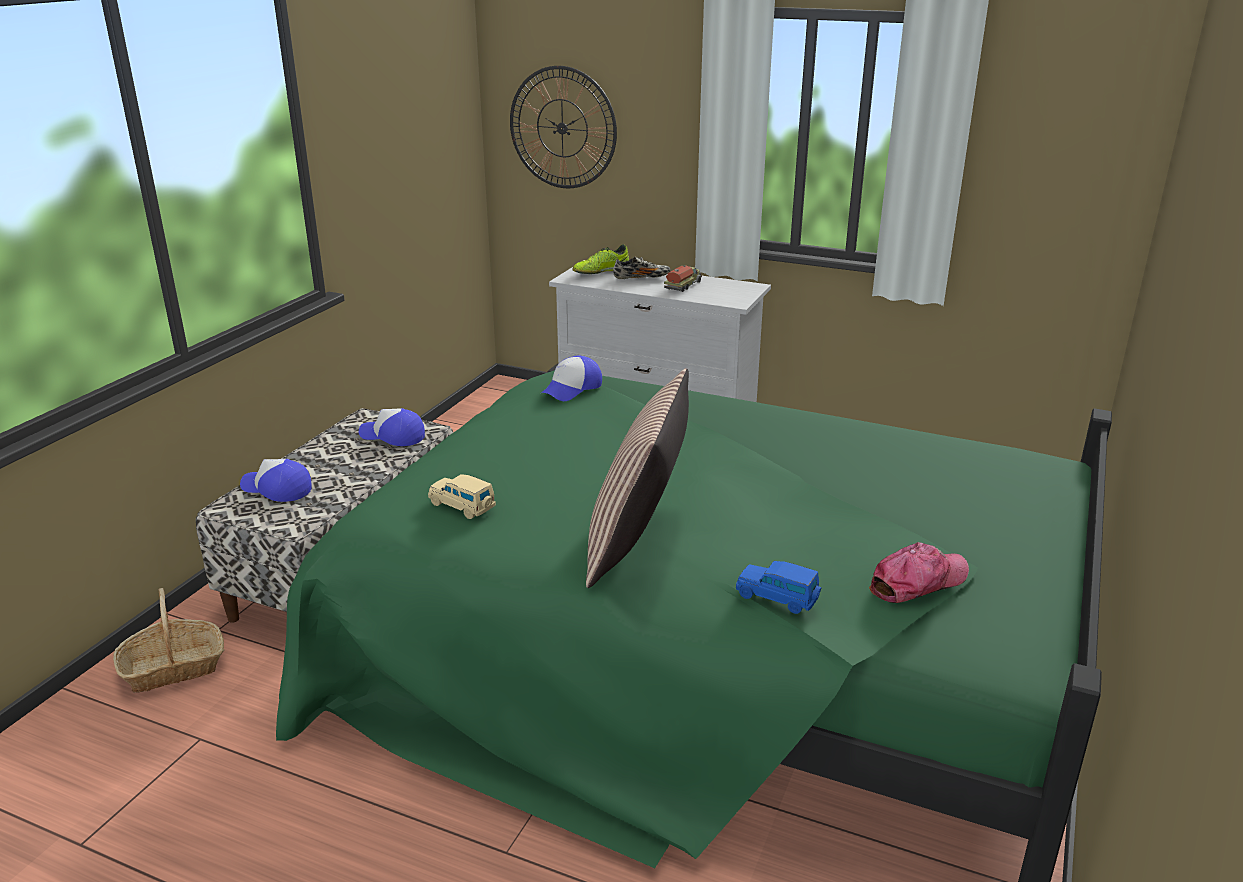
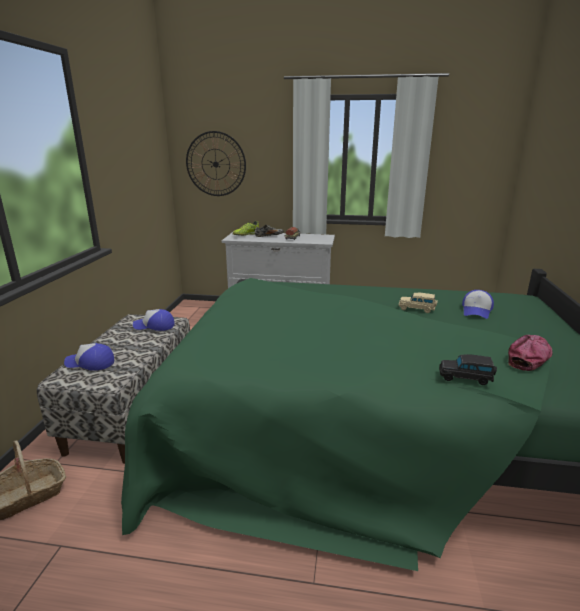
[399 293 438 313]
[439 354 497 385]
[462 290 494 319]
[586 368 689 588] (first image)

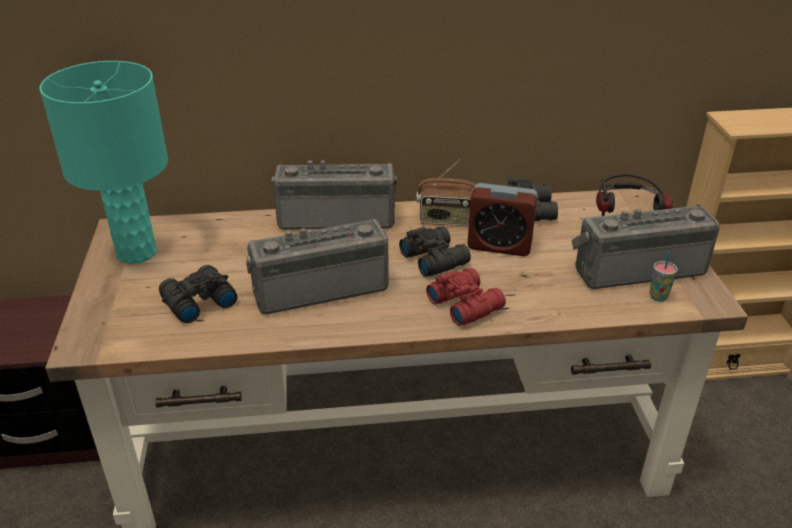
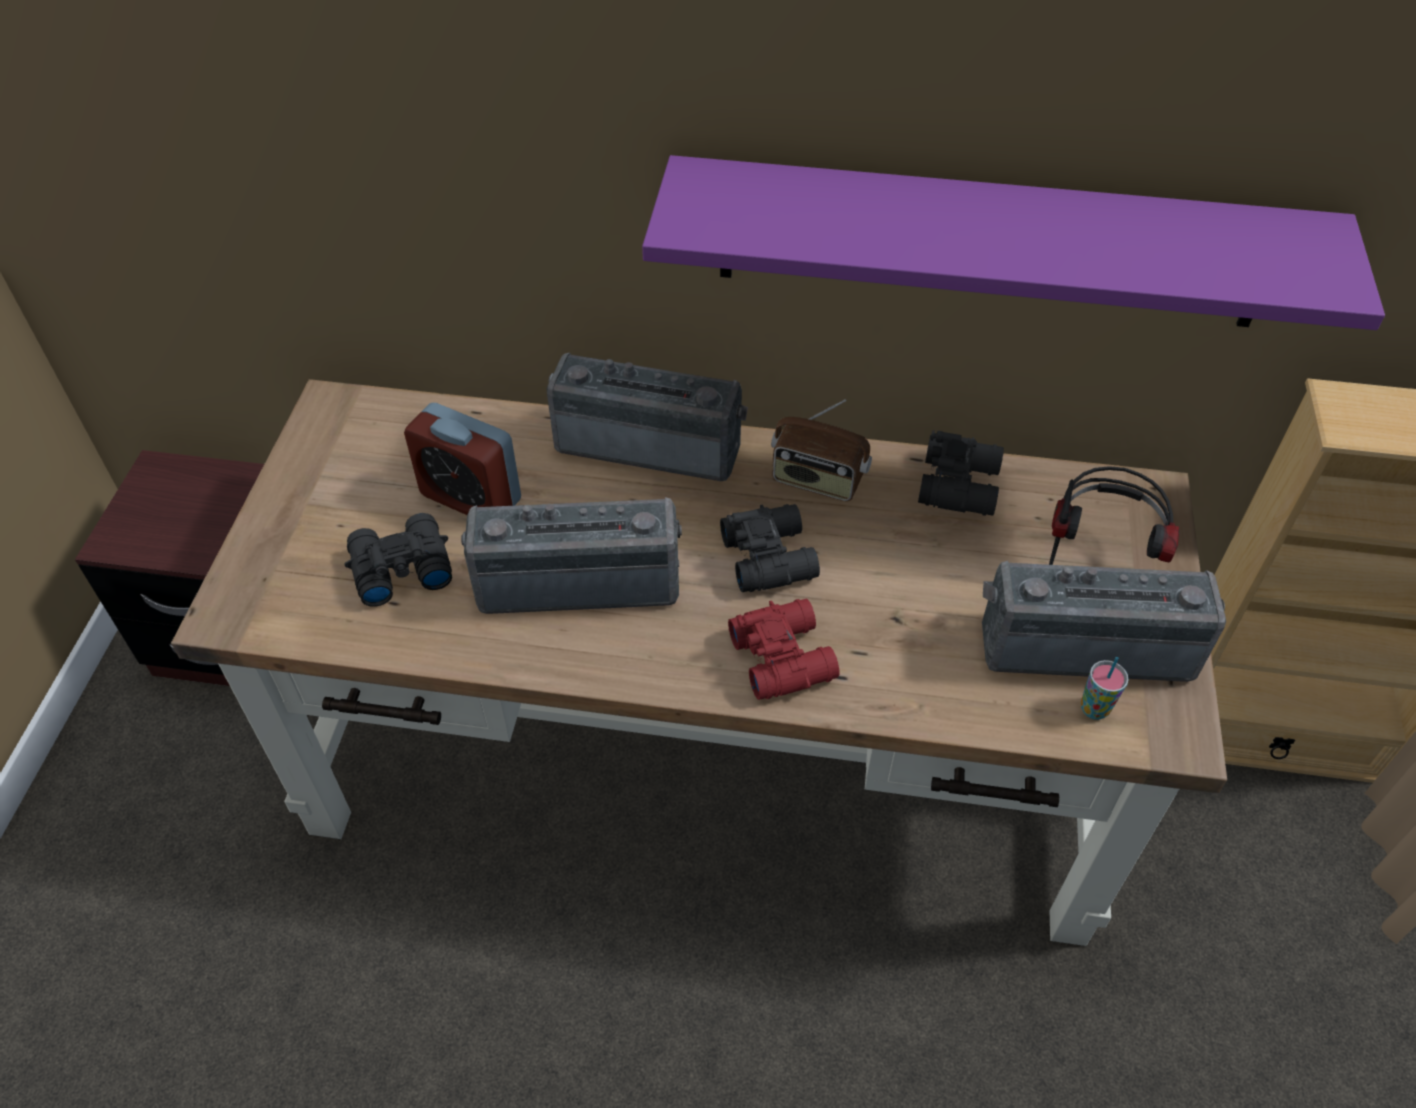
[404 403 521 515]
[642 155 1385 330]
[40 61 168 264] (first image)

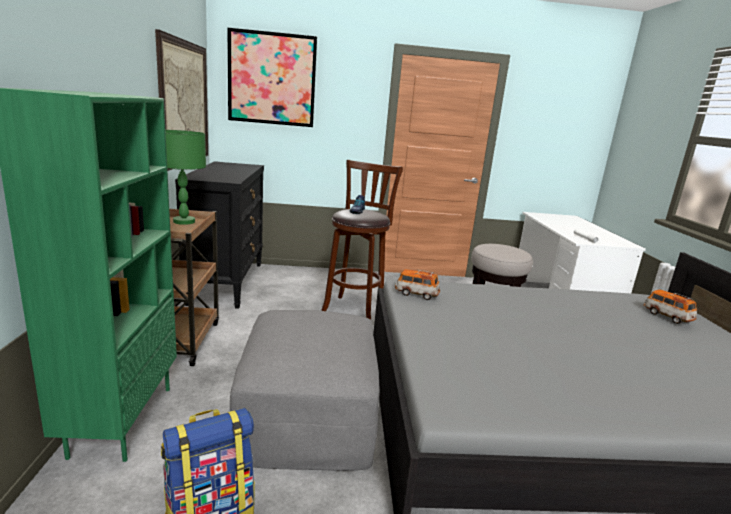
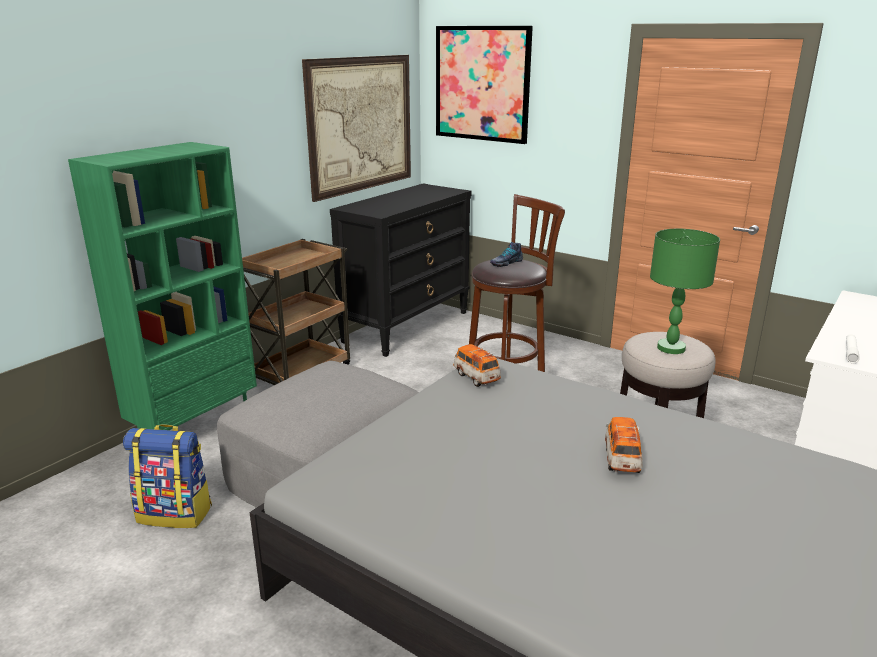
[605 417 643 473]
[650 229 720 354]

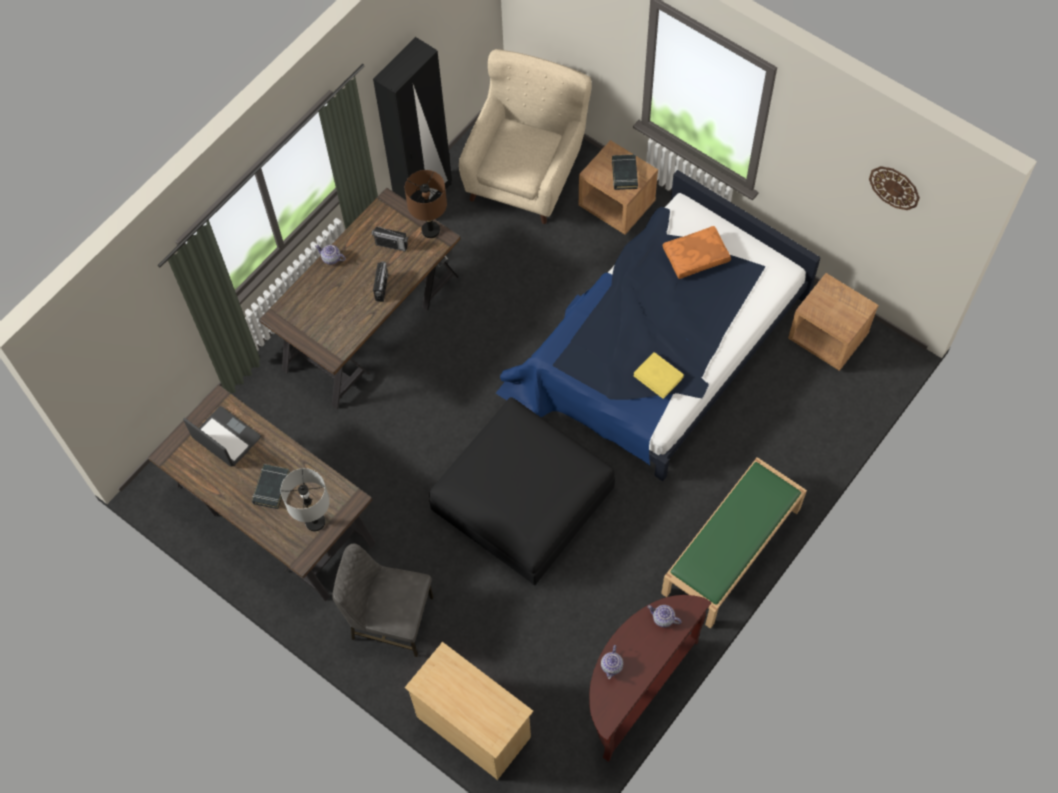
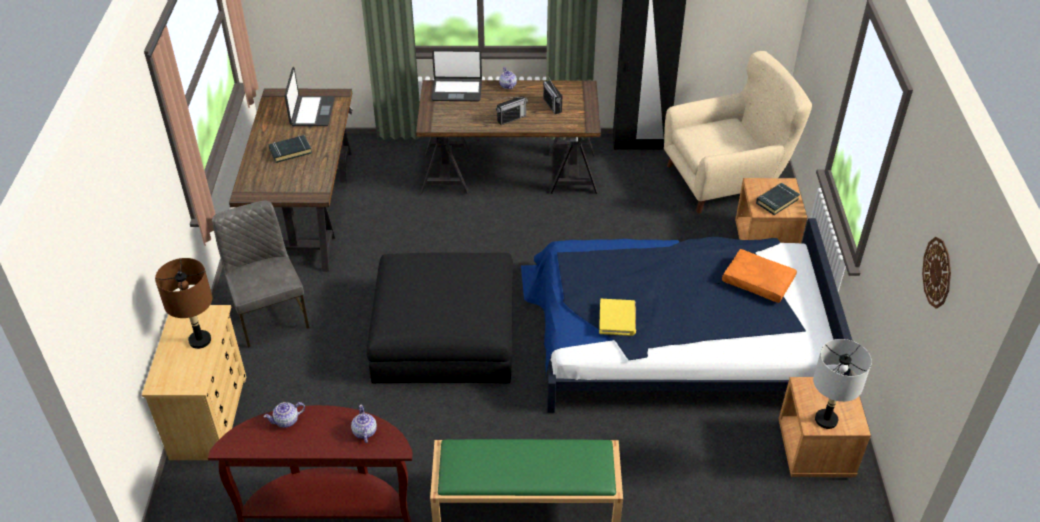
[155 258 212 349]
[431 49 482 101]
[813 339 872 429]

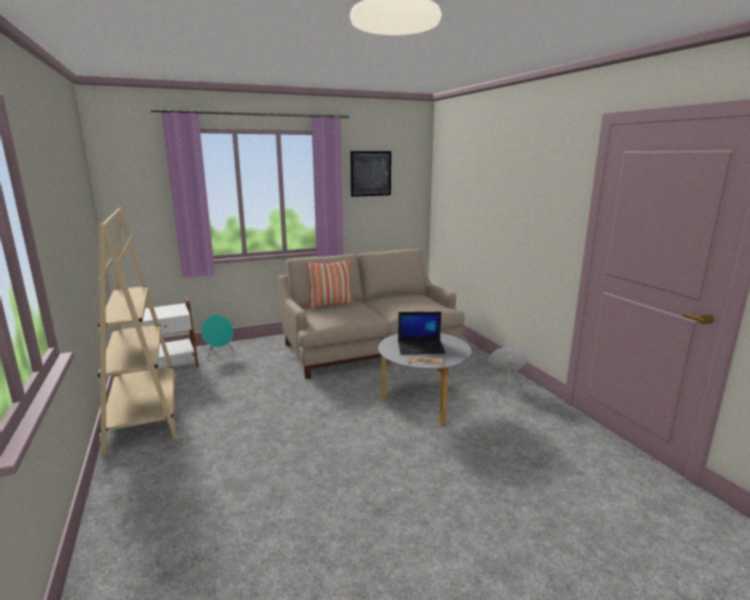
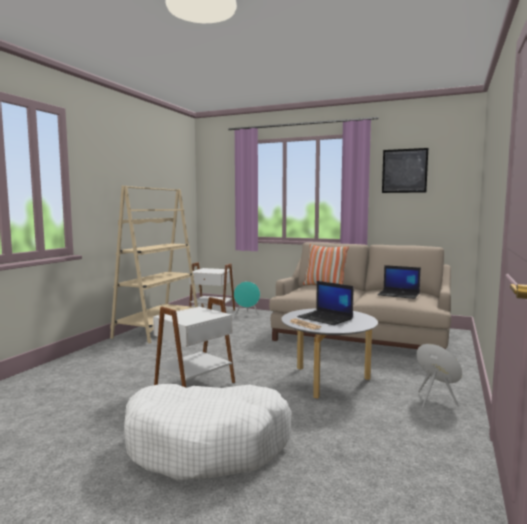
[124 384 292 480]
[153 297 235 387]
[377 265 421 299]

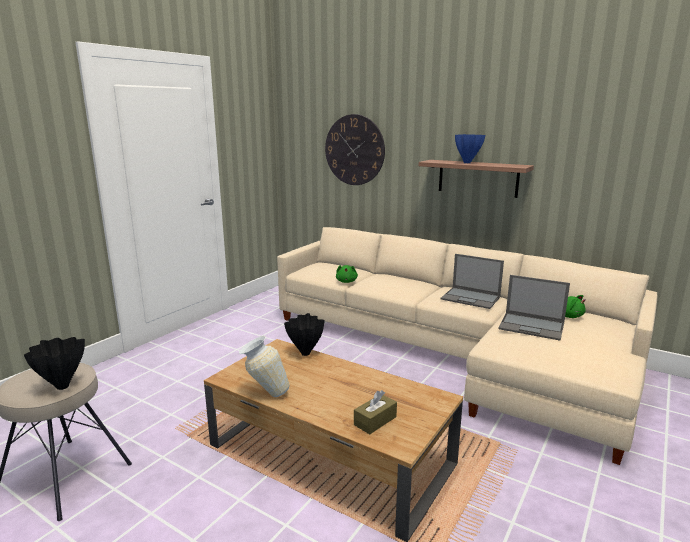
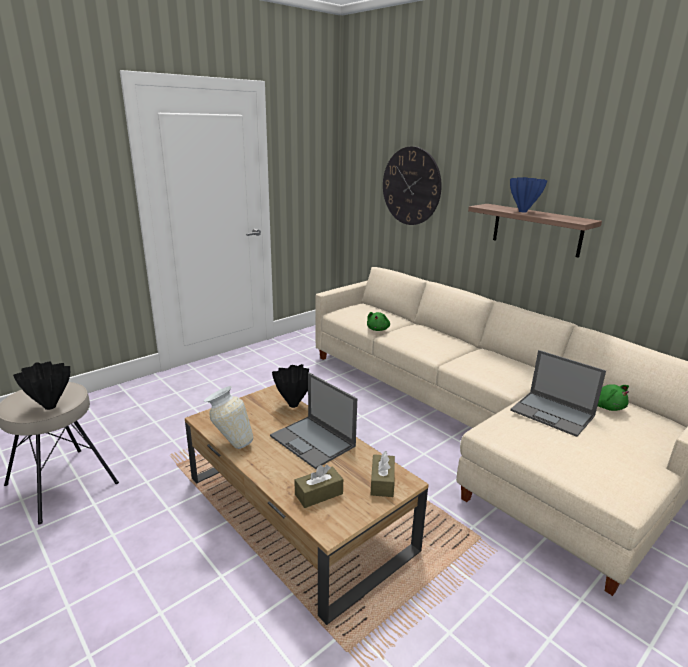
[270 373 357 469]
[371 451 395 497]

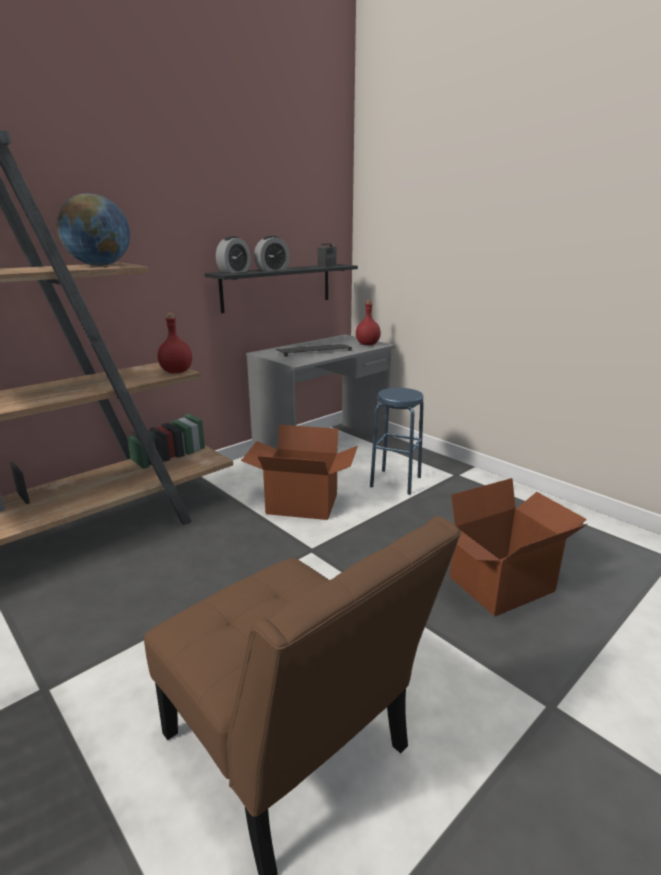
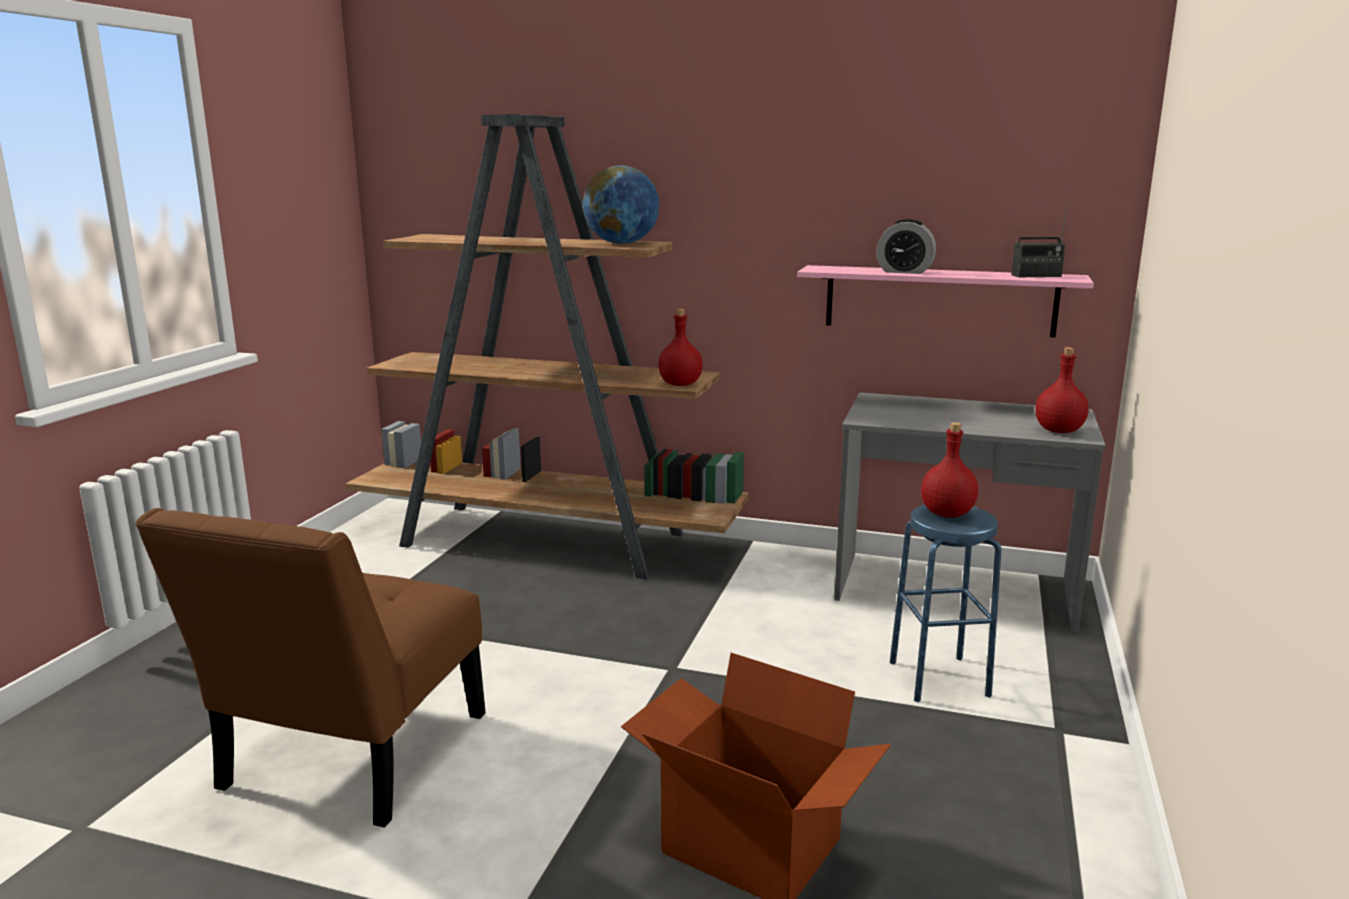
[797 265 1094 337]
[921 422 978 518]
[216 236 251 273] (first image)
[241 425 358 520] (first image)
[276 344 352 357] (first image)

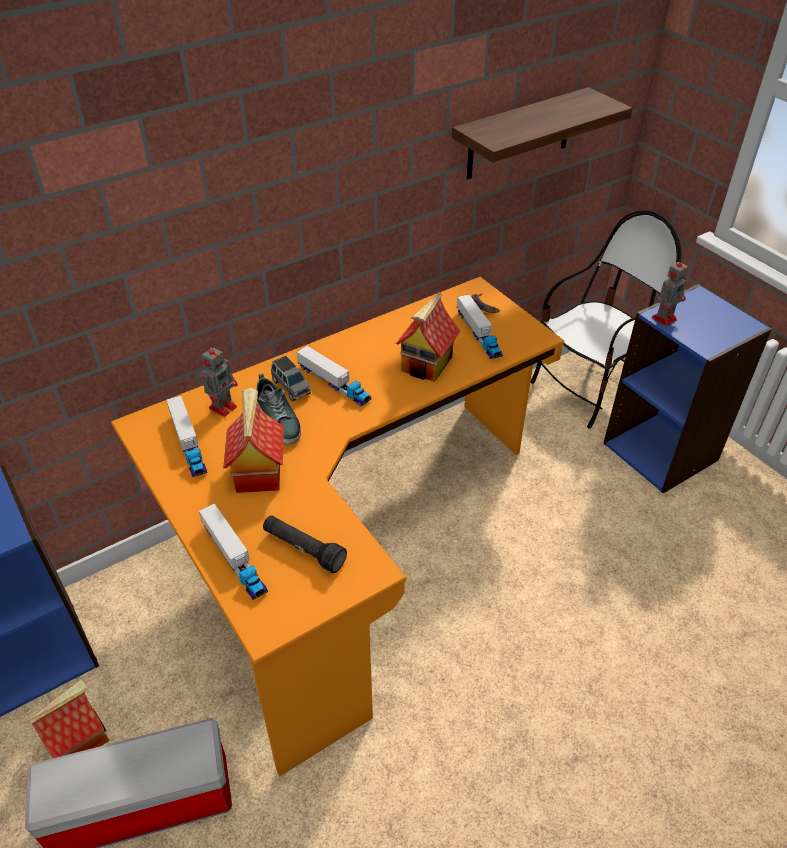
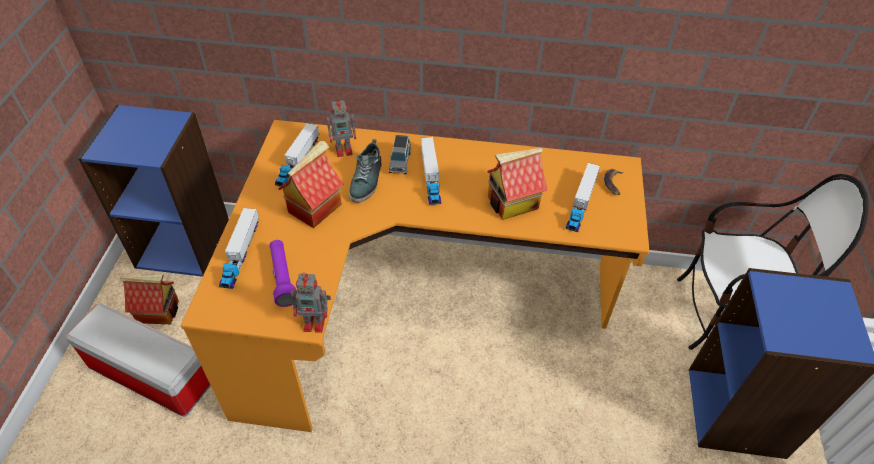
[270 240 296 307]
[291 272 331 333]
[452 87 632 180] (first image)

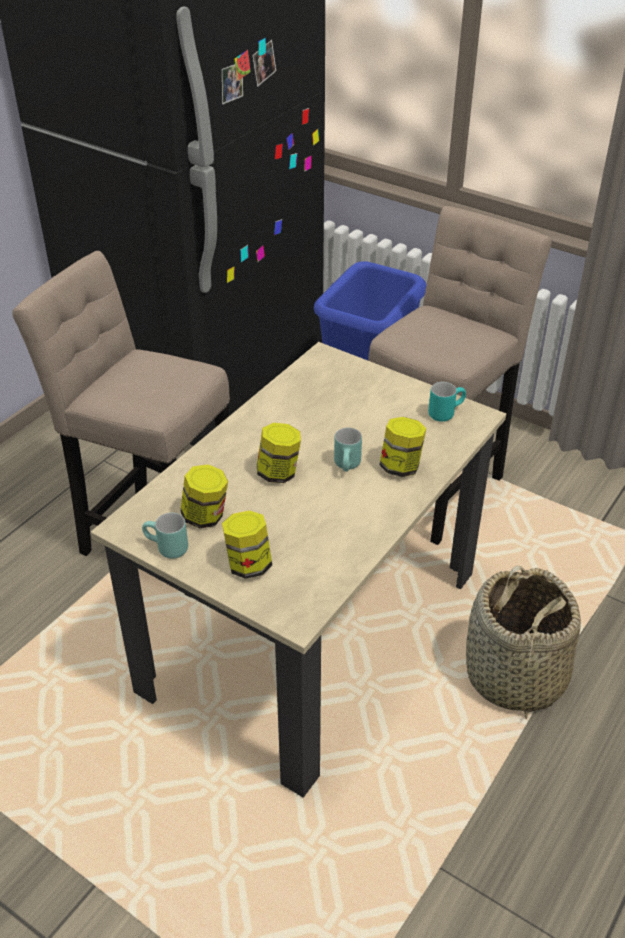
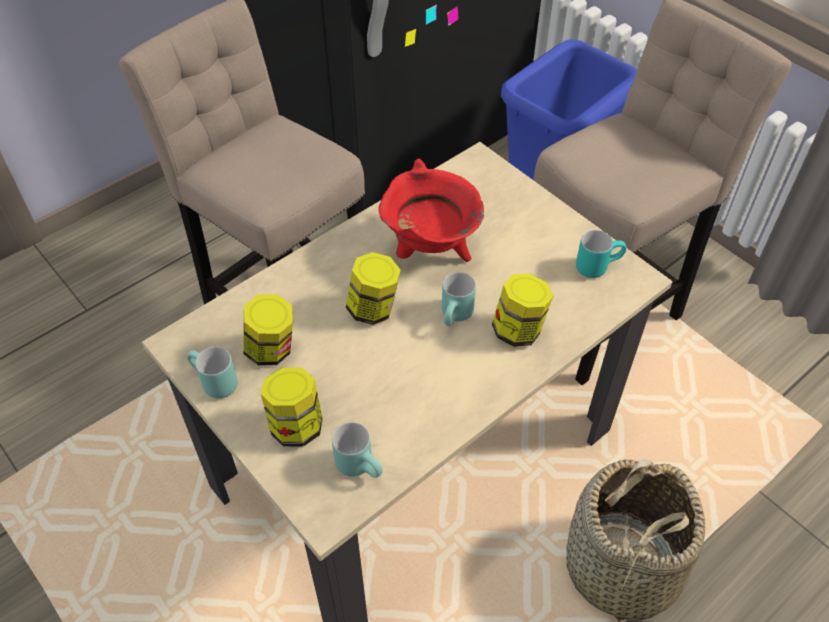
[332 422 383 478]
[378 158 484 262]

